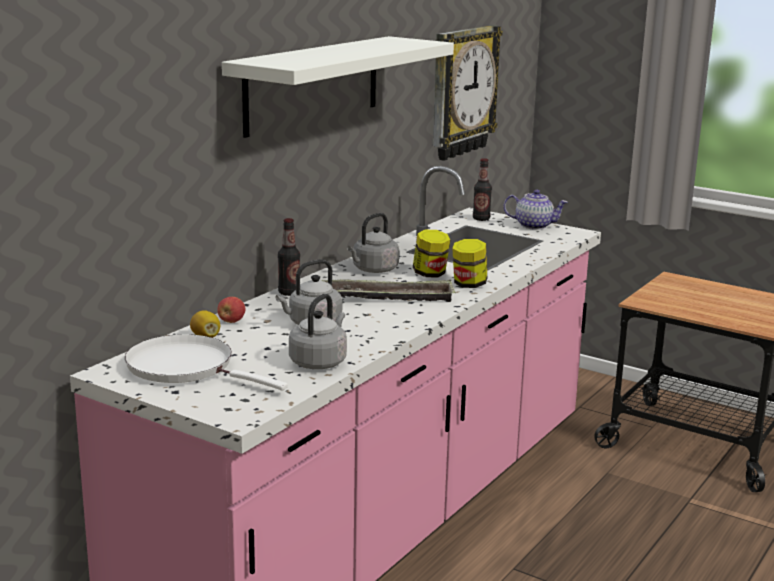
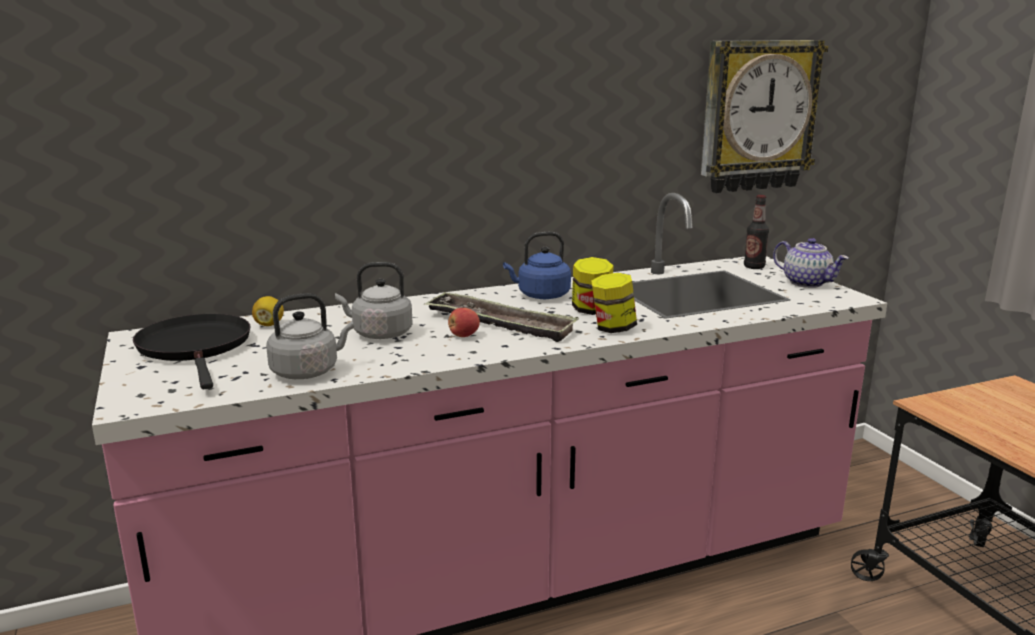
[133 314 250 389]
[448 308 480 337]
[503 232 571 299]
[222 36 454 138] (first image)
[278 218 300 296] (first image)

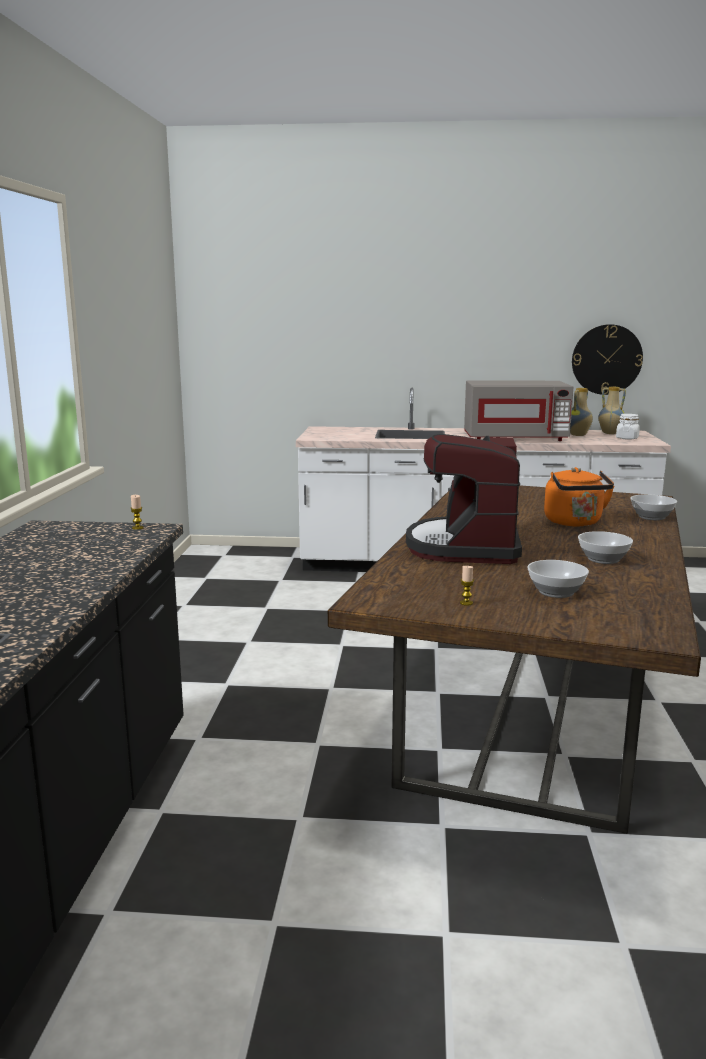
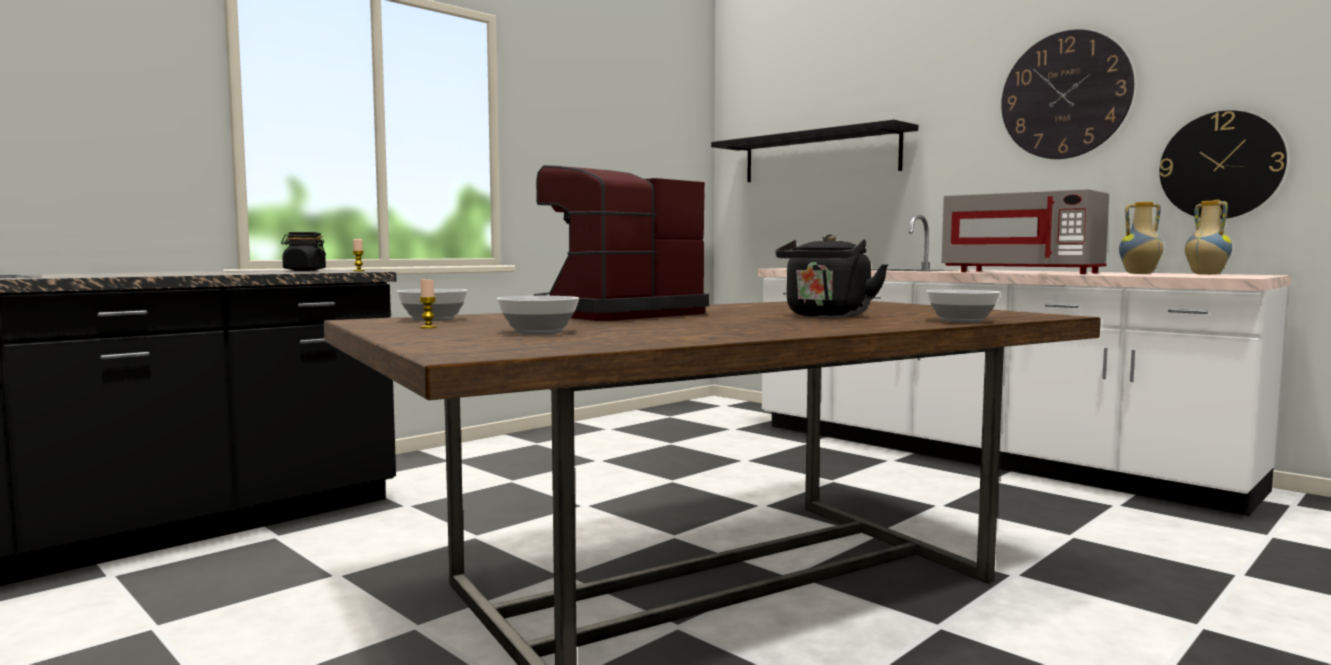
[281 232 326 271]
[397 289 468 321]
[711 120 918 182]
[776 235 888 317]
[1001 29 1134 159]
[616 414 640 440] (first image)

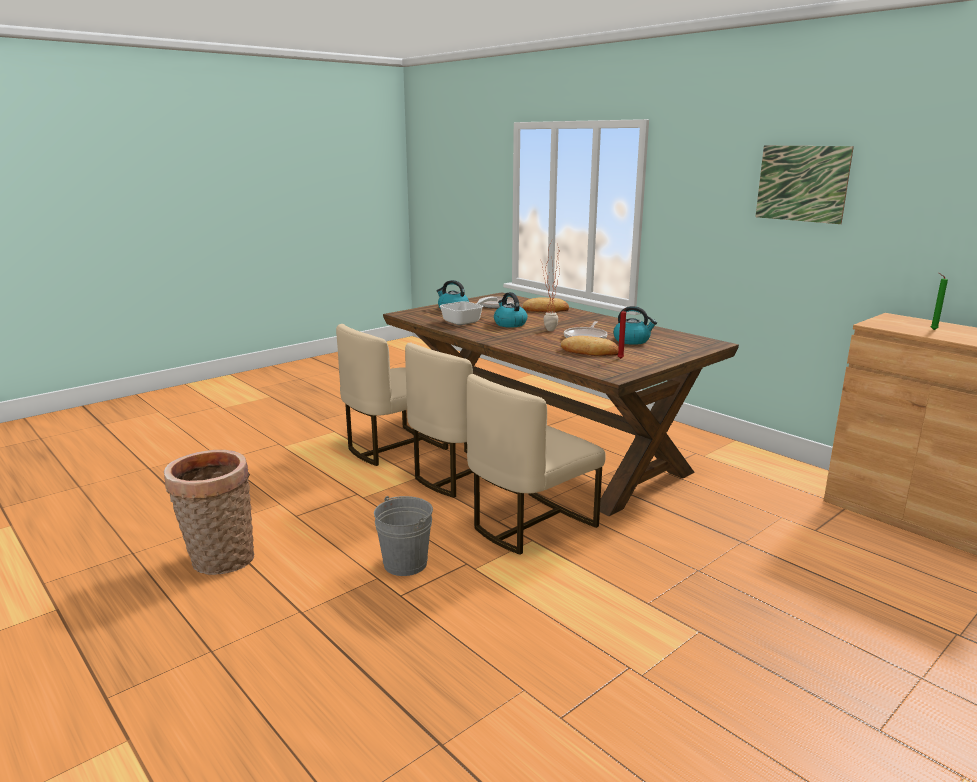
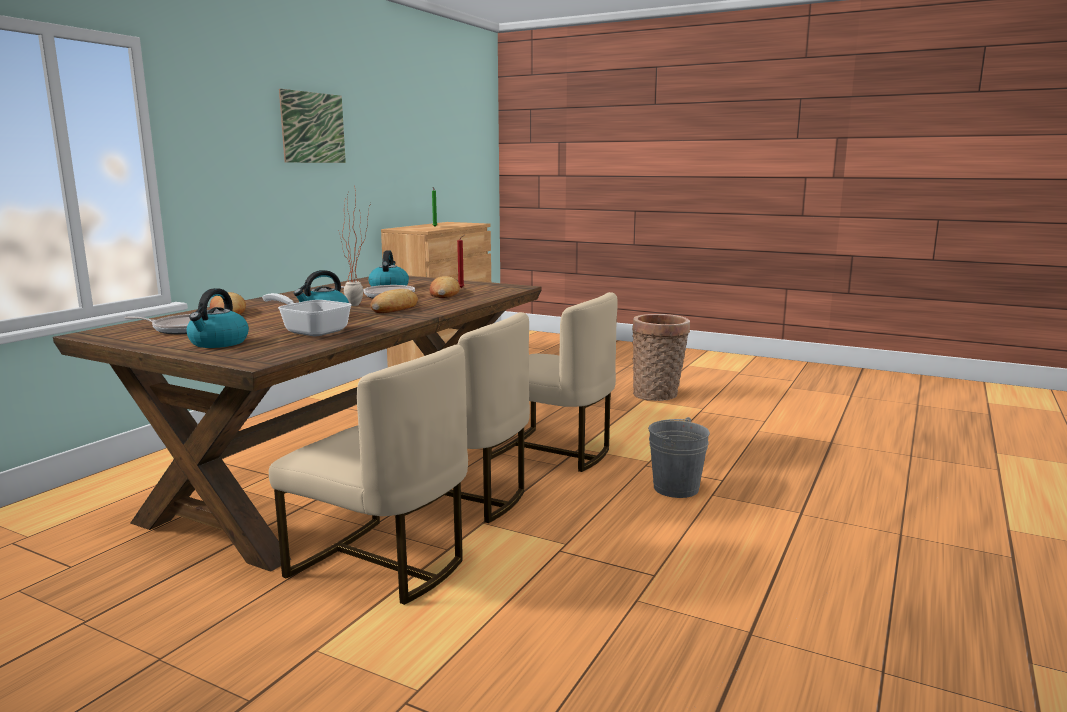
[371 289 418 313]
[632 314 690 401]

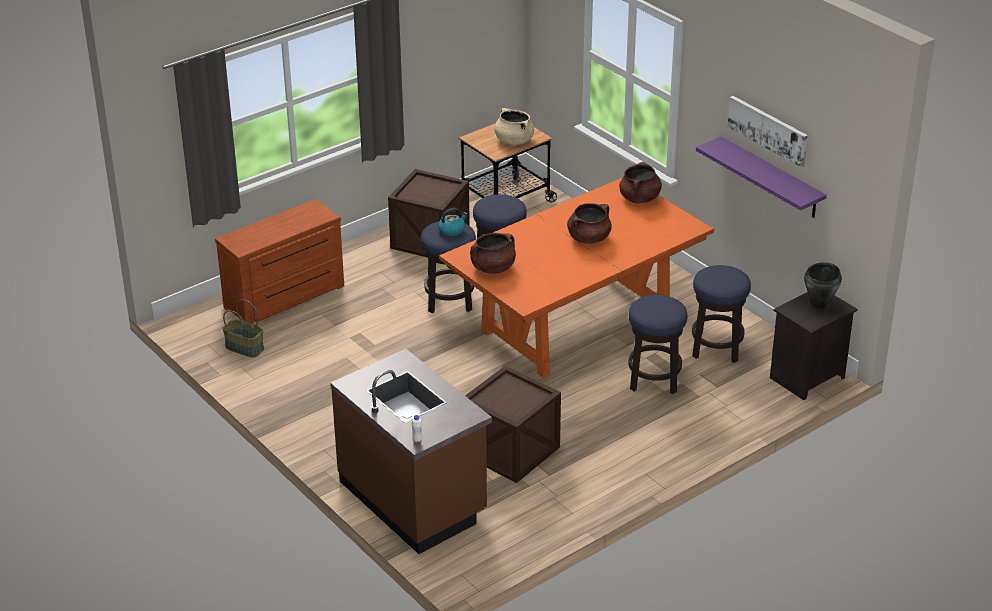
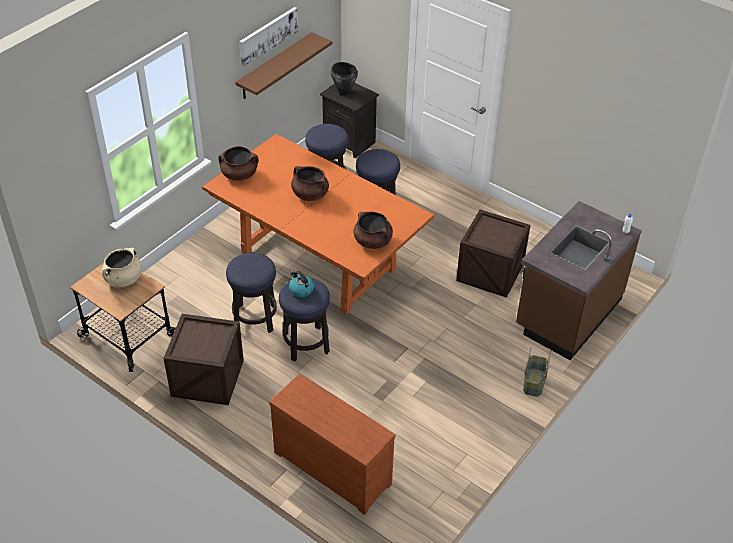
[235 32 333 99]
[523 347 551 397]

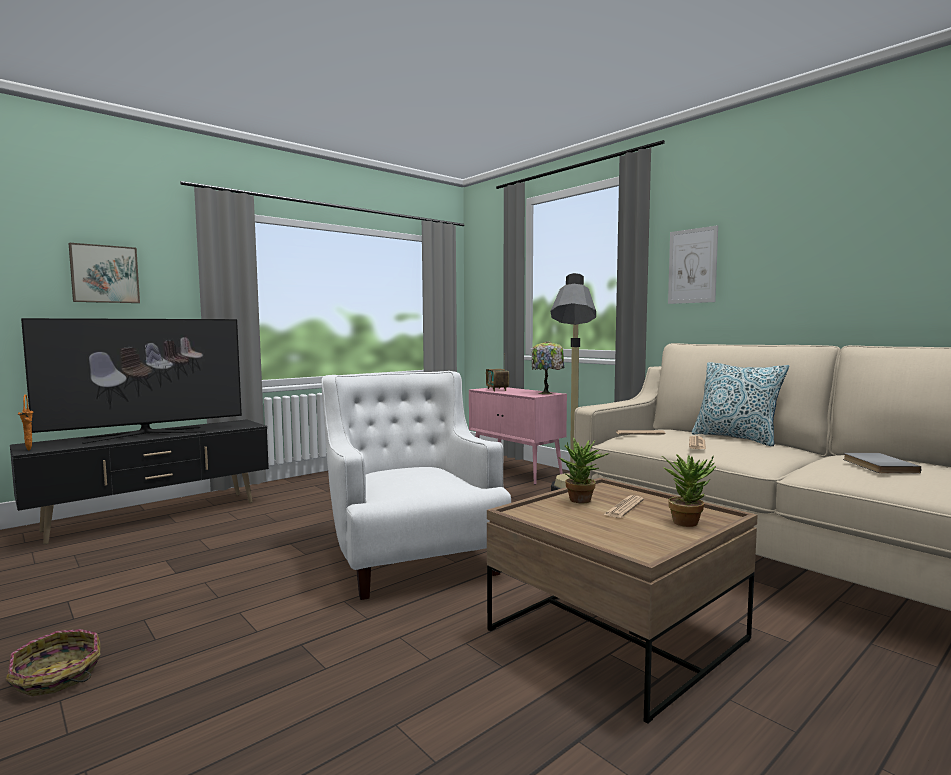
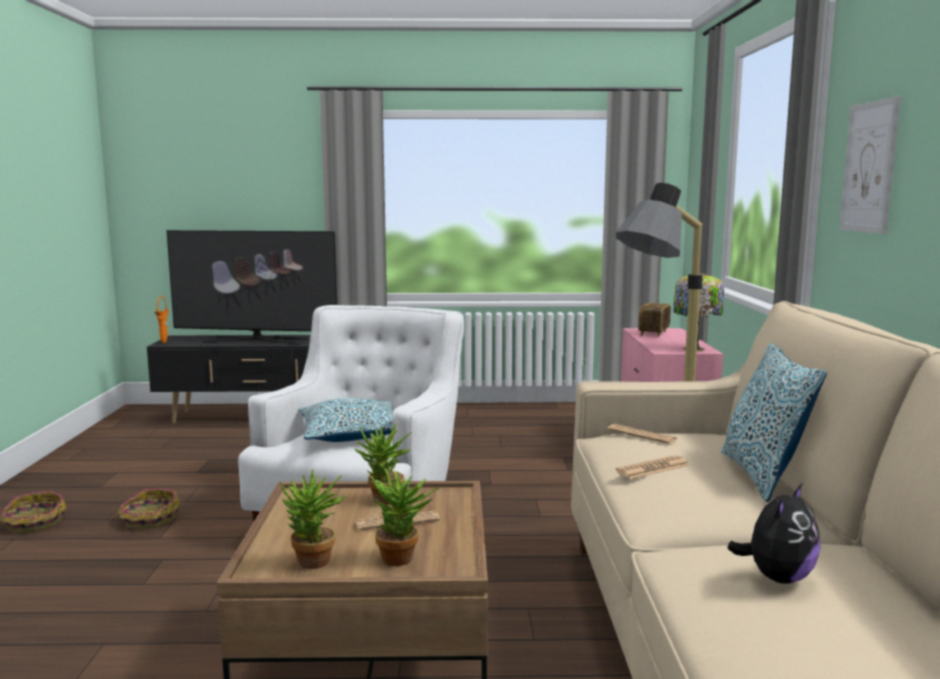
[118 488 180 529]
[280 469 347 569]
[299 398 393 442]
[727 484 820 584]
[69 243 140 303] (first image)

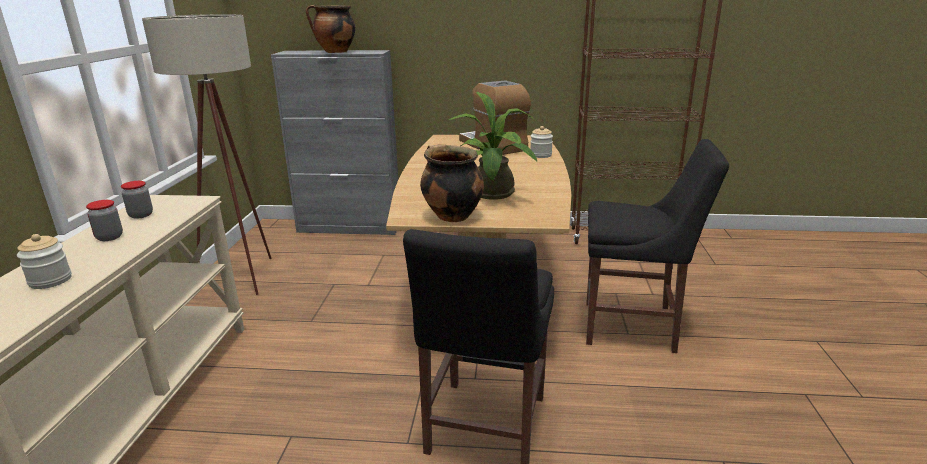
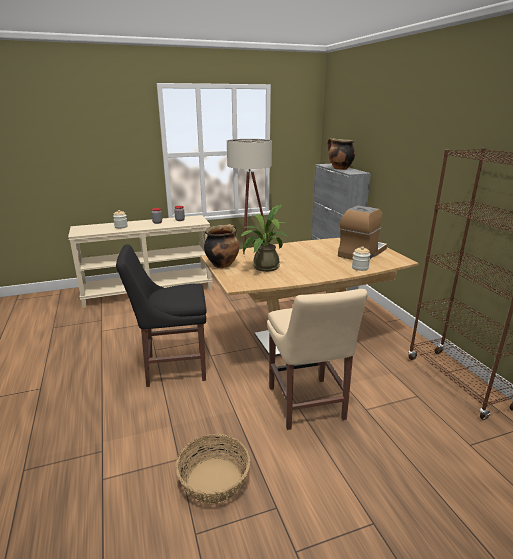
[176 434 250 504]
[267 289 368 430]

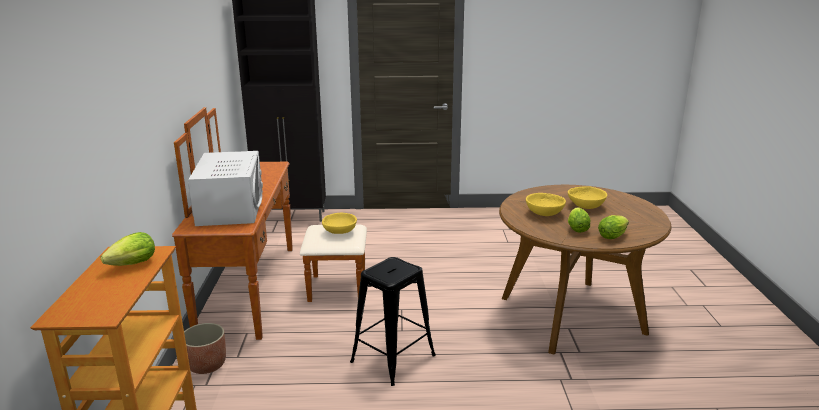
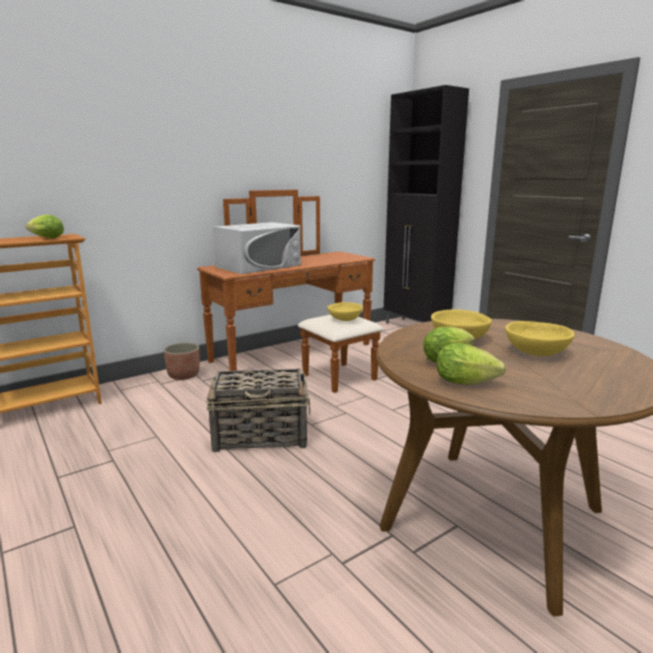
[206 369 310 452]

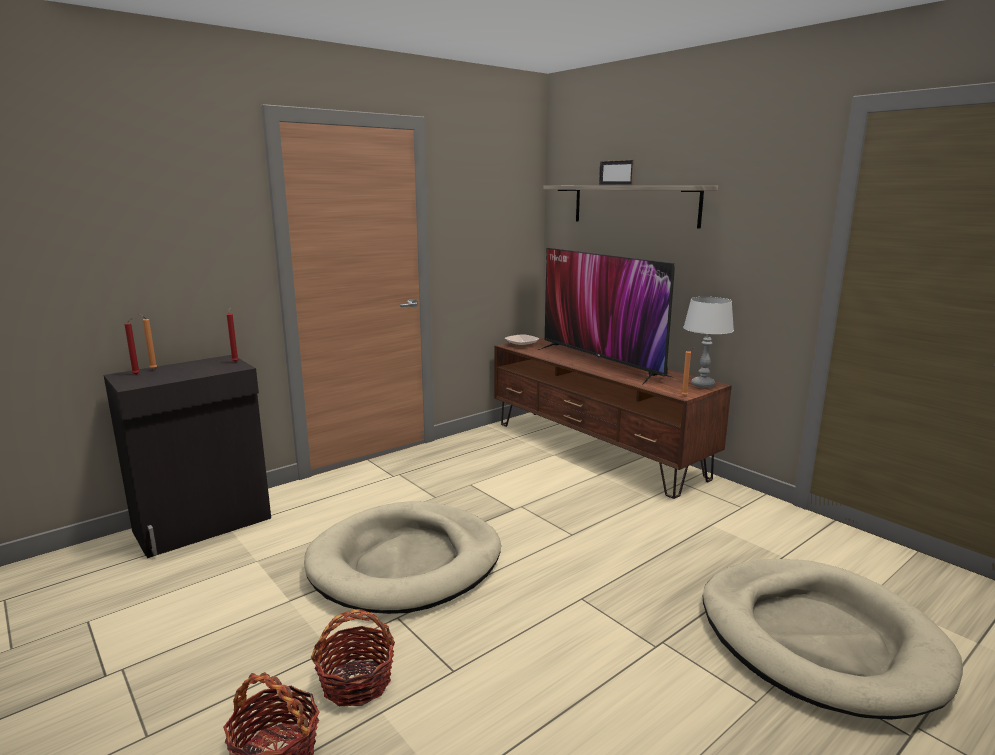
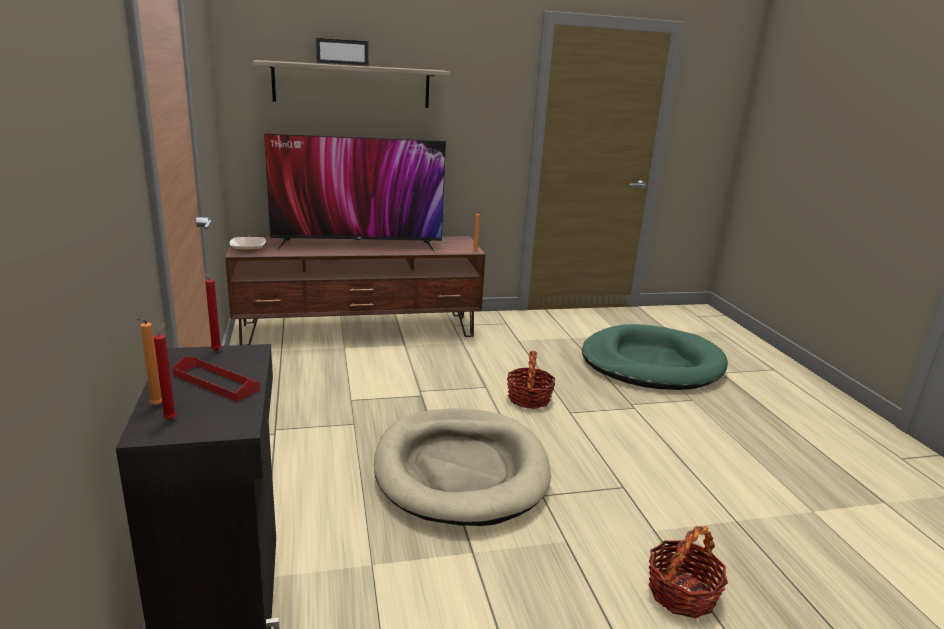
[173 356 260 402]
[507 351 555 409]
[582 324 728 390]
[683 297 734 388] (first image)

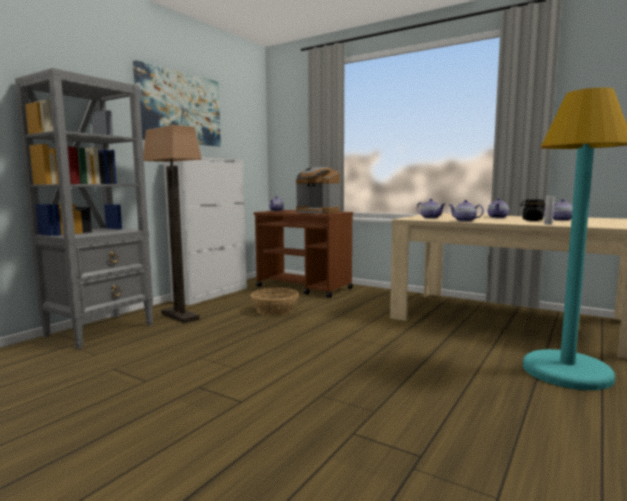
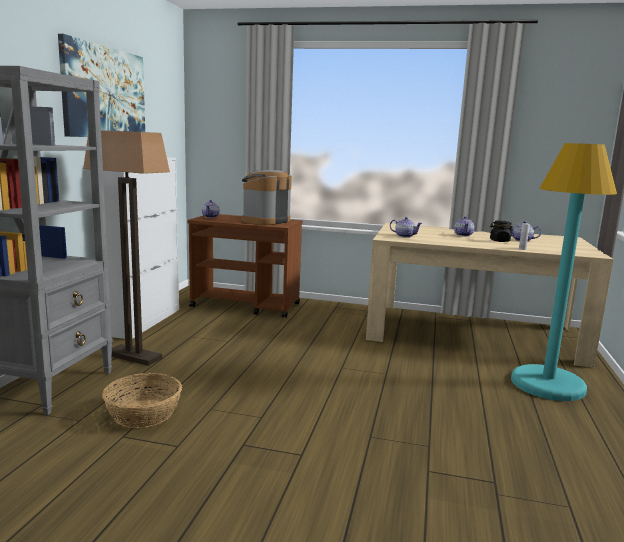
[102 373 182 428]
[242 170 292 225]
[450 200 484 222] (first image)

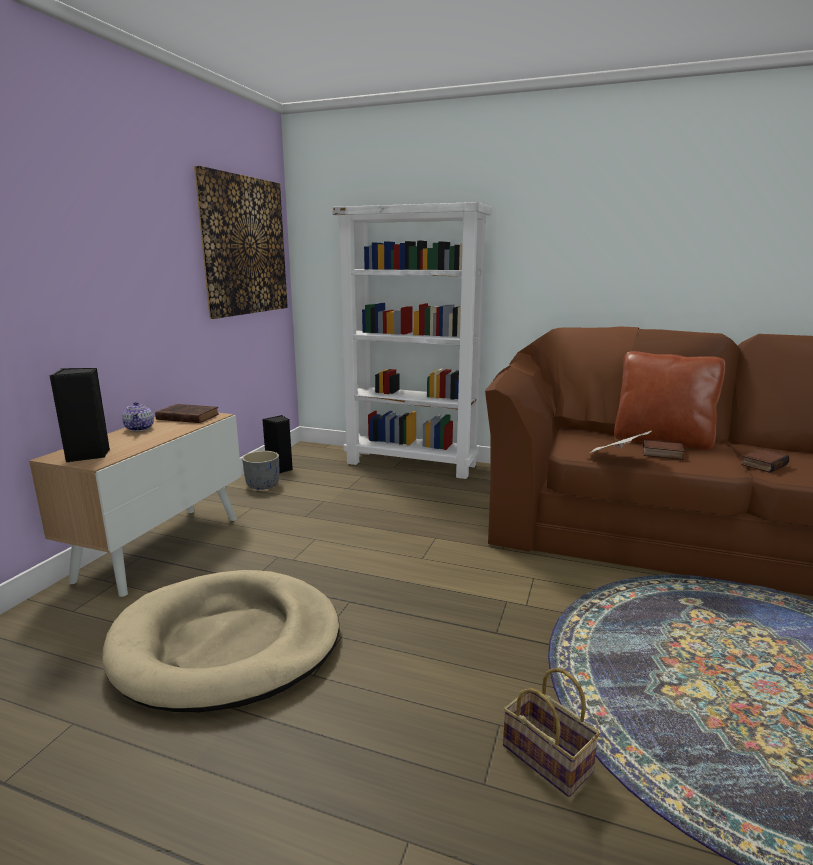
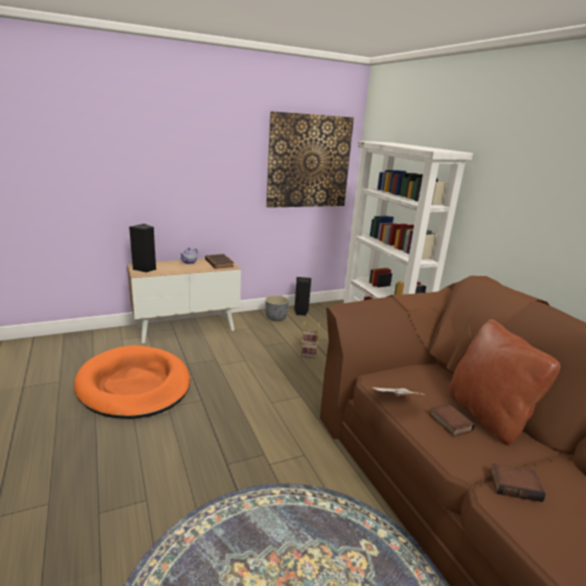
[74 345 190 419]
[301 321 320 358]

